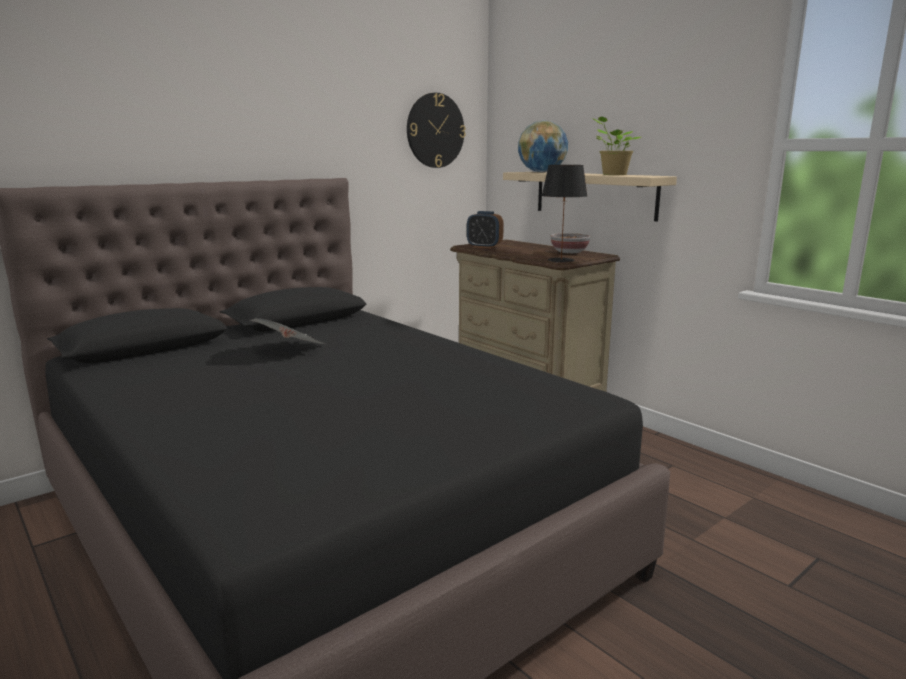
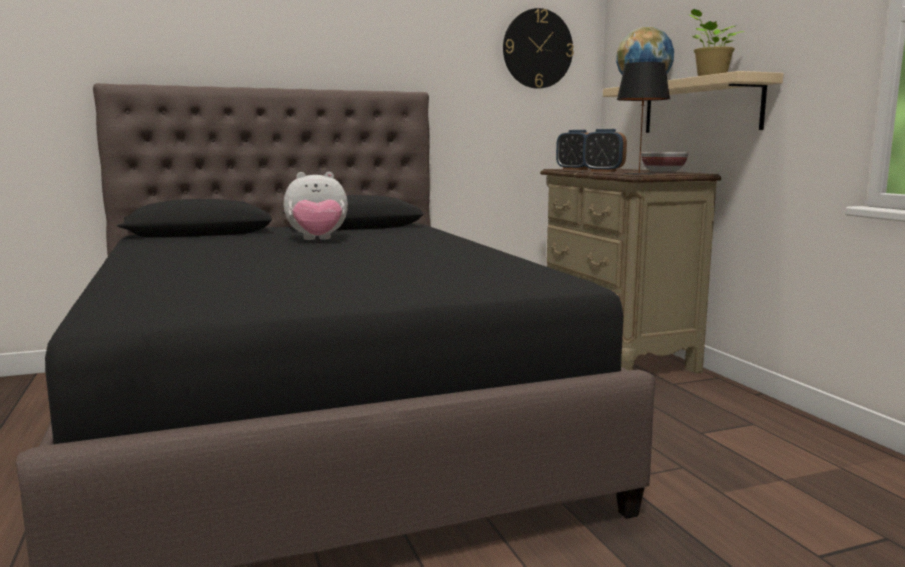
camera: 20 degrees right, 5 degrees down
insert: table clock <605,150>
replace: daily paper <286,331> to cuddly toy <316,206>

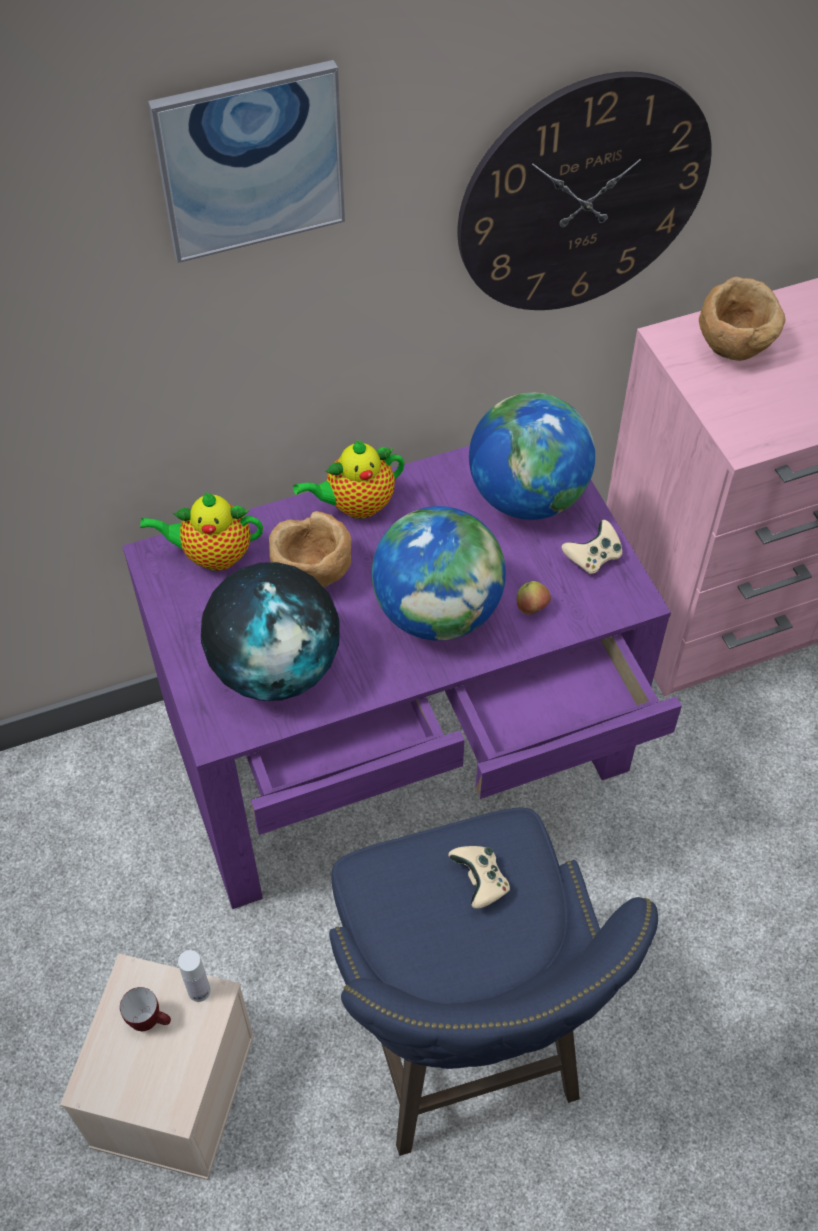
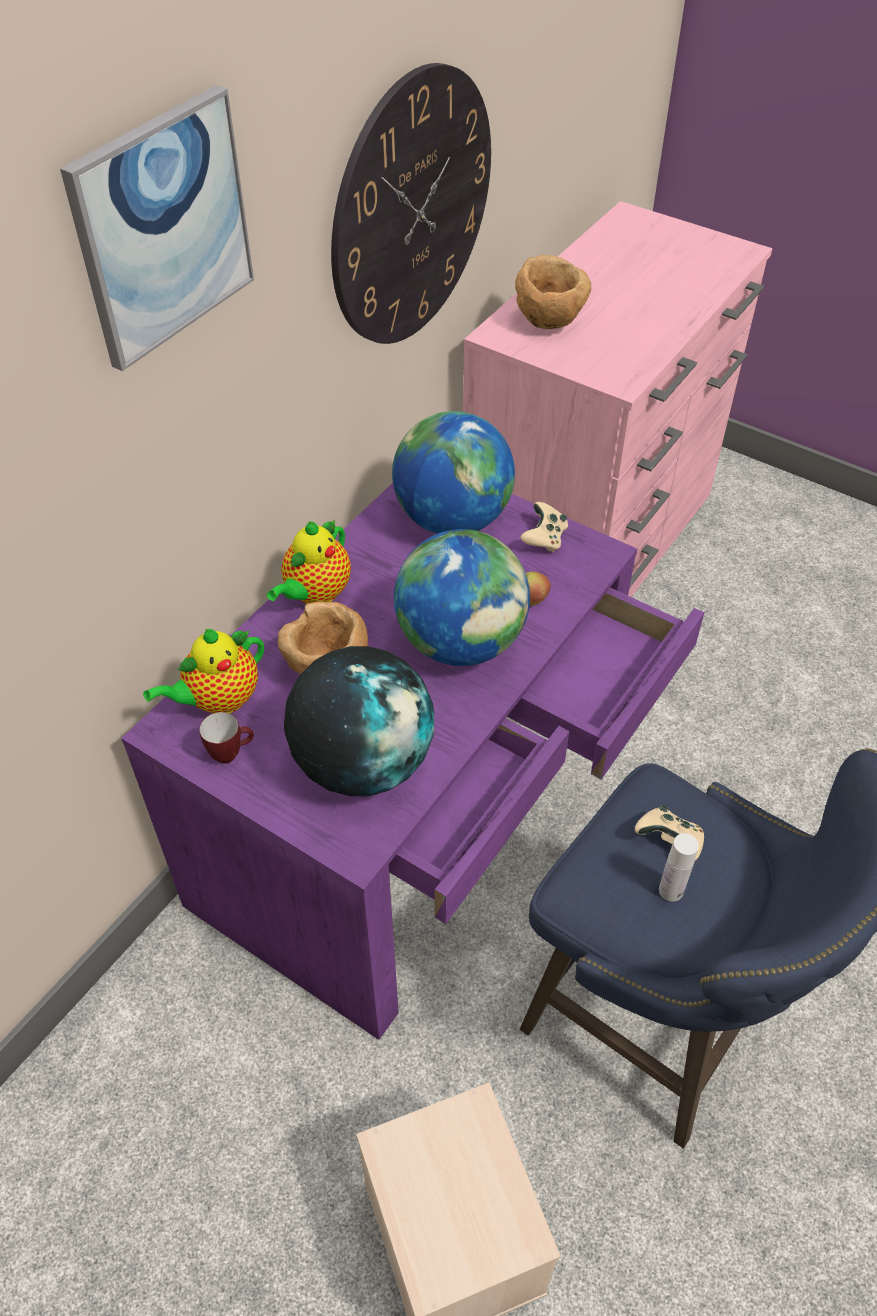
camera: 35 degrees left, 5 degrees down
move: coffee mug <145,1009> to <226,738>; white drink bottle <194,976> to <679,867>

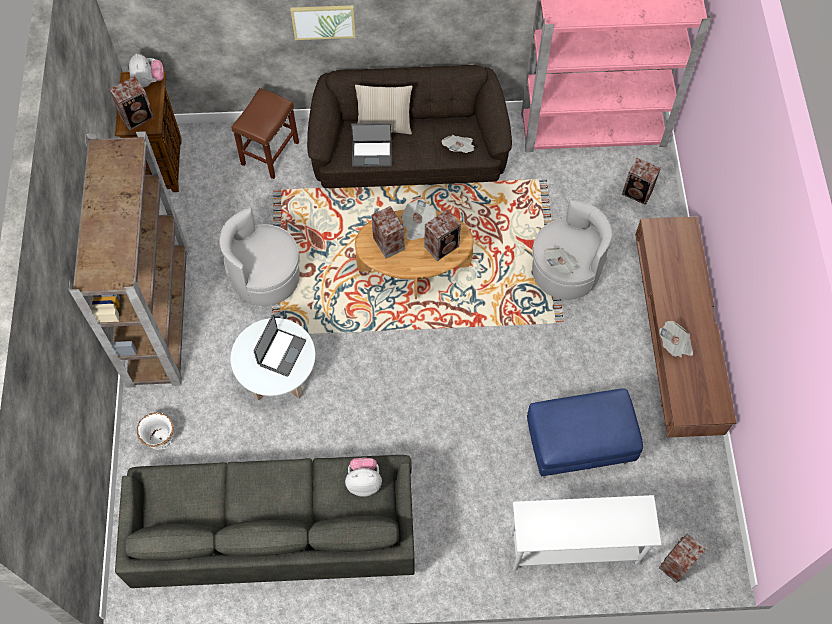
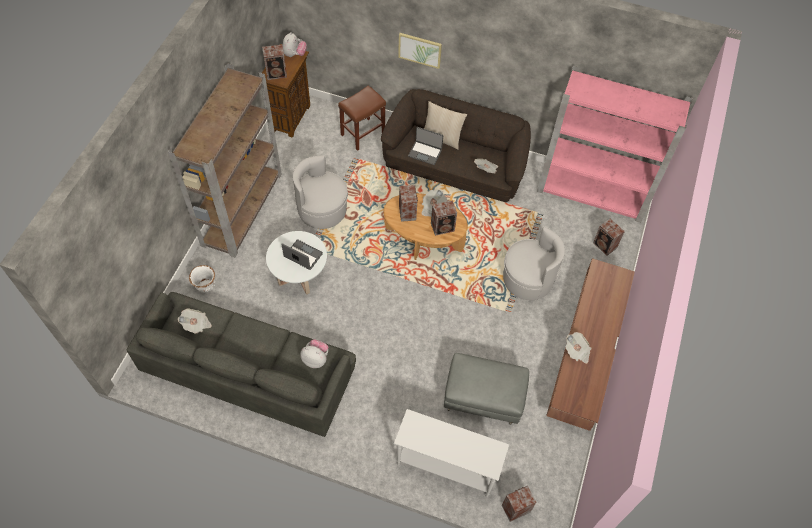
camera: 20 degrees right, 5 degrees down
move: daily paper <562,260> to <195,321>
recolor: blue-coloured ottoman <585,433> to grey ottoman <486,389>
rotate: laptop <280,345> = <302,254> 105 degrees counterclockwise

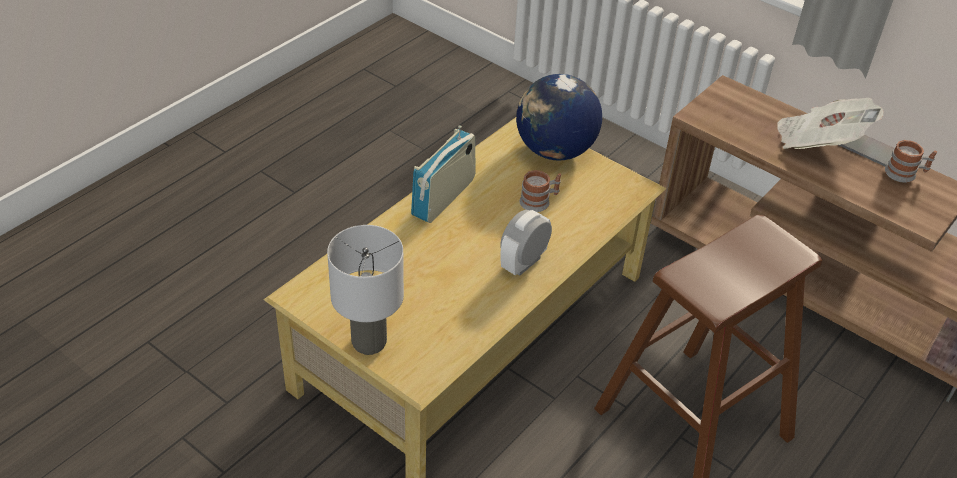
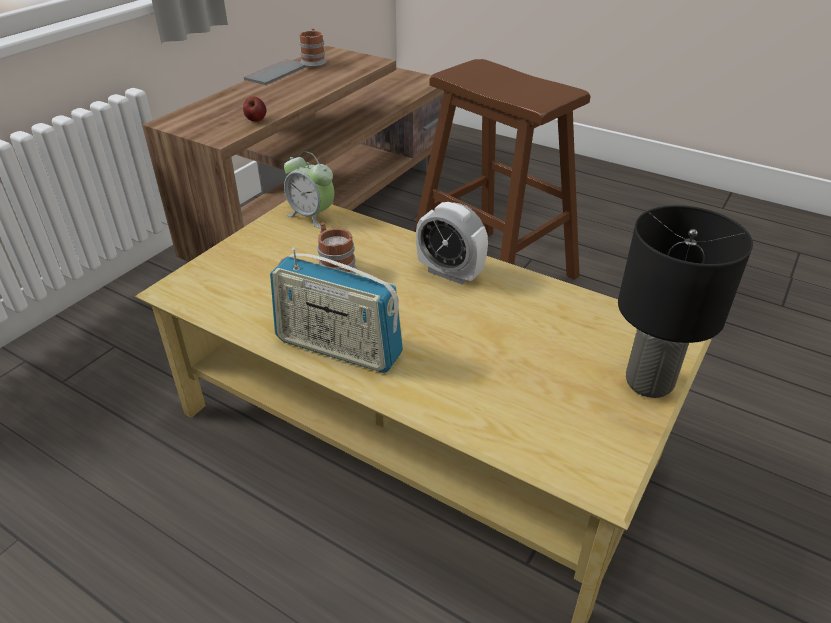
camera: 95 degrees left, 5 degrees down
delete: world globe <559,117>; daily paper <830,123>
insert: apple <254,109>; table clock <309,189>
recolor: white lamp for a table <365,290> to blackish lamp for a table <685,301>

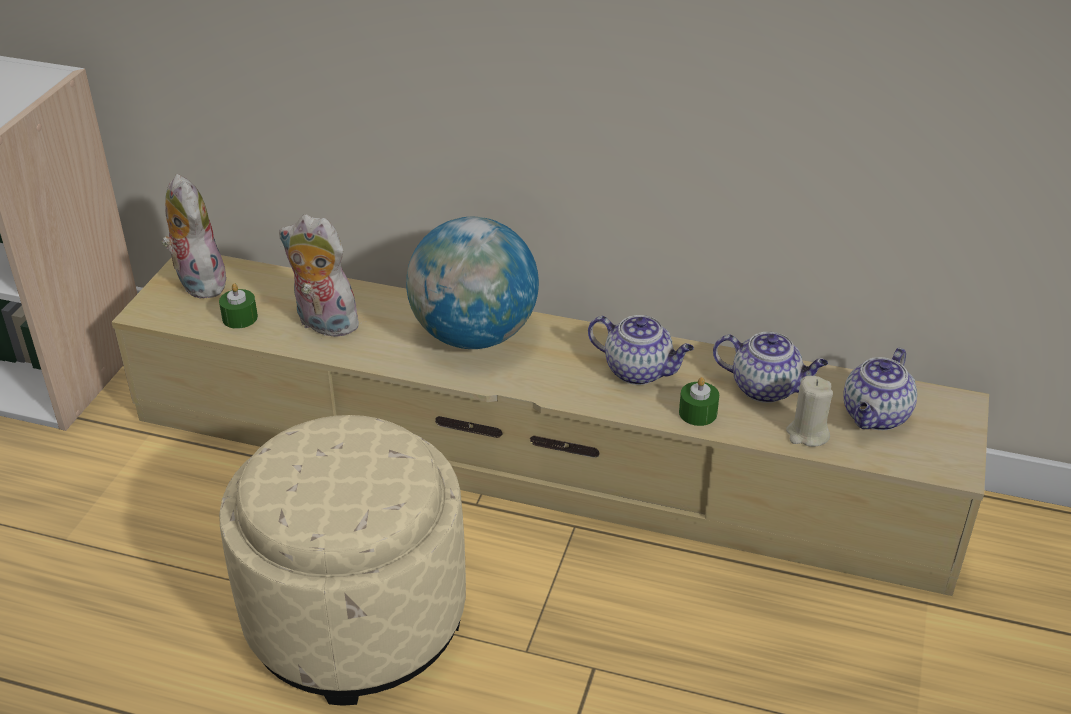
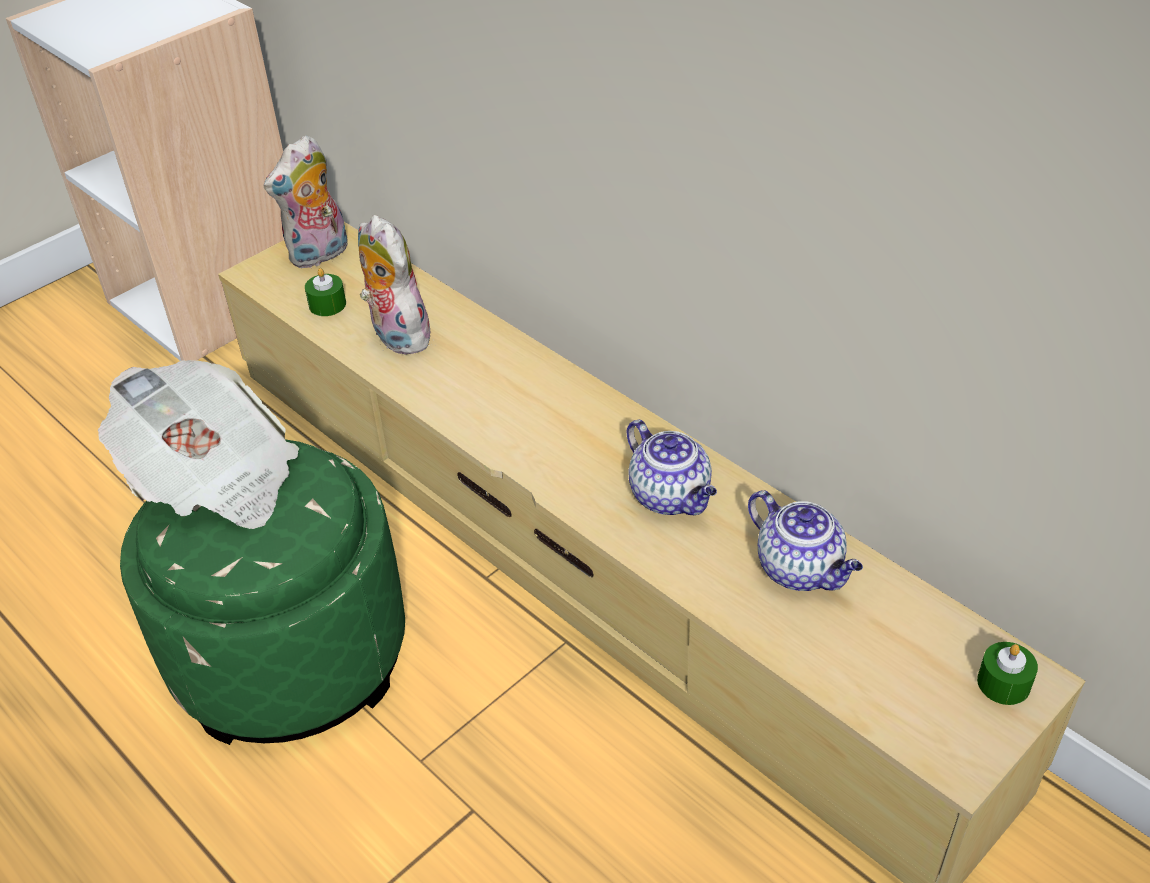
camera: 30 degrees right, 5 degrees up
delete: world globe <472,283>; beige-coloured candle <809,411>; tea pot <880,389>
insert: daily paper <198,444>
move: green candle <699,401> to <1007,673>
recolor: beige-coloured ottoman <342,560> to green ottoman <262,592>
rotate: cuddly toy <194,236> = <306,202> 135 degrees counterclockwise

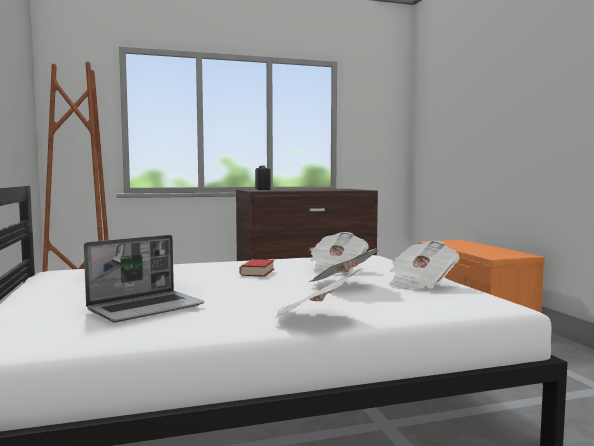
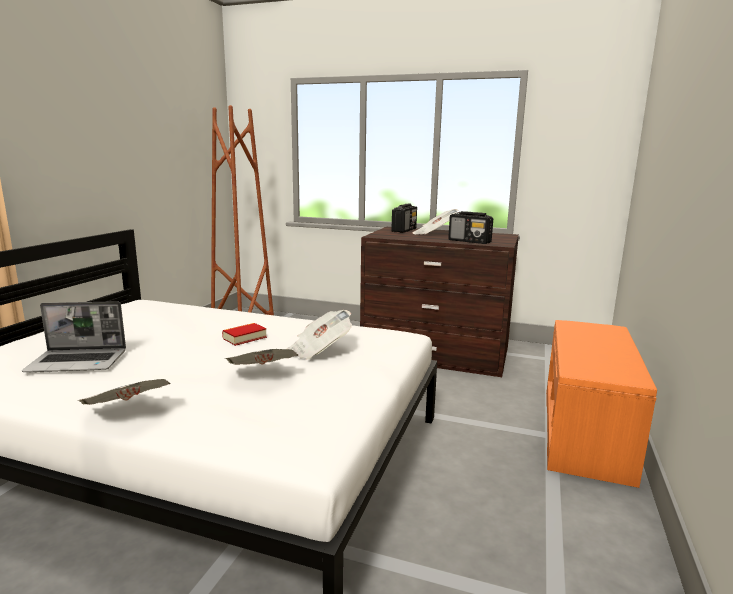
camera: 35 degrees right, 10 degrees up
insert: radio receiver <470,227>
move: daily paper <425,265> to <436,222>

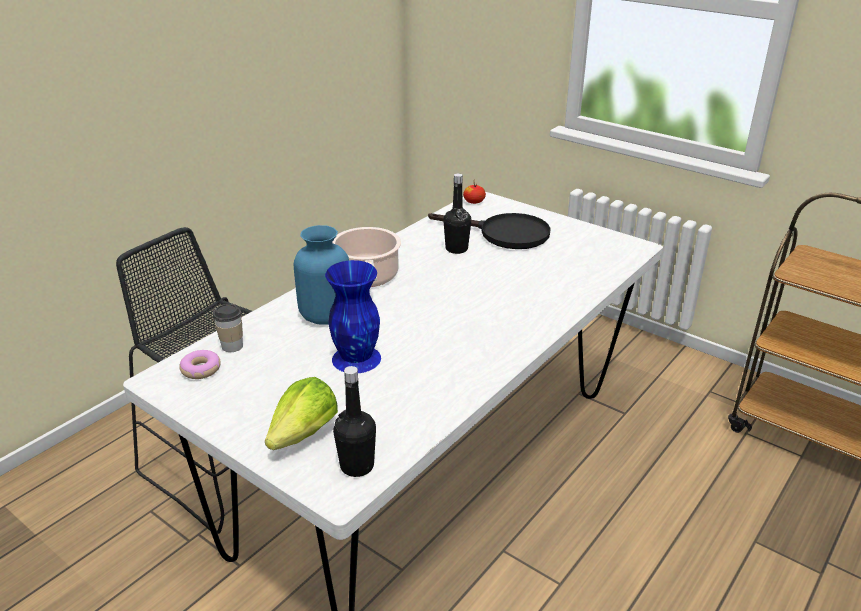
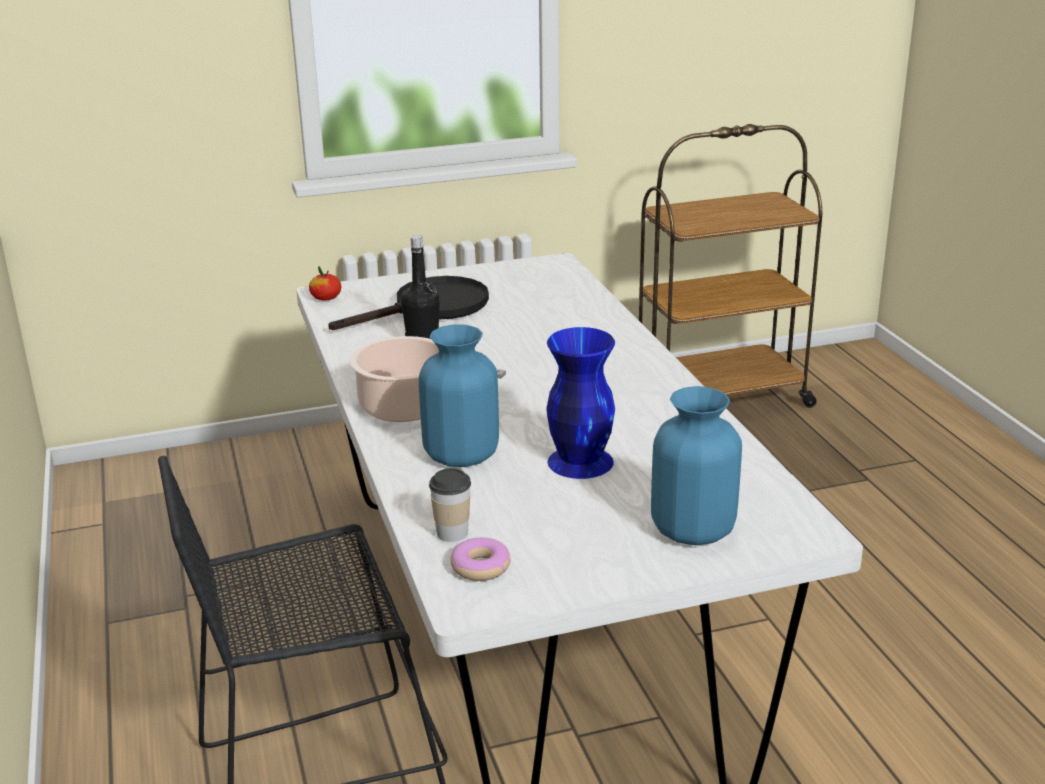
camera: 55 degrees left, 5 degrees down
delete: blackish drink bottle <354,421>
replace: lettuce <301,413> to blue-coloured vase <696,465>

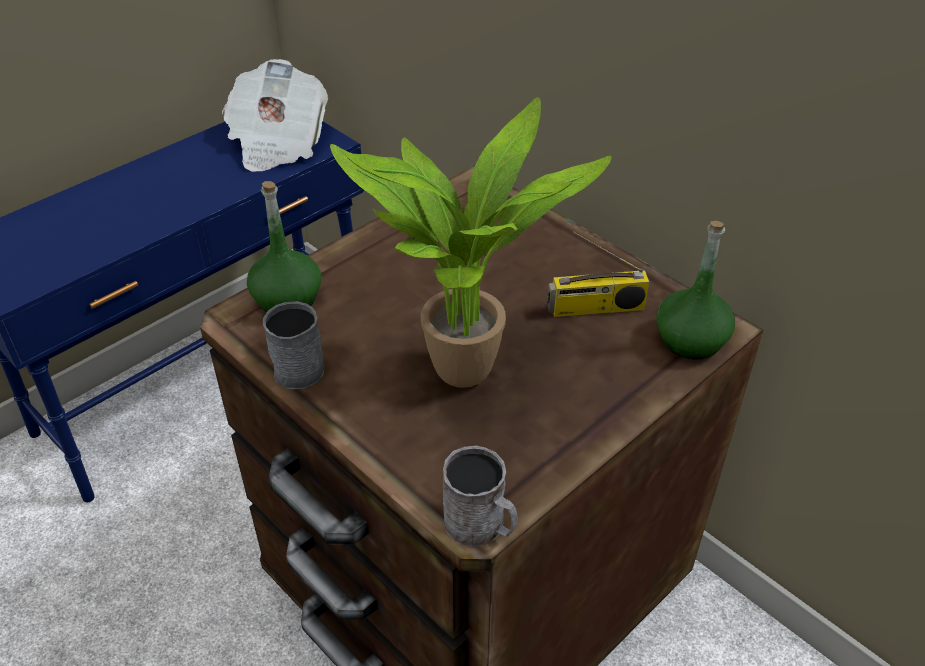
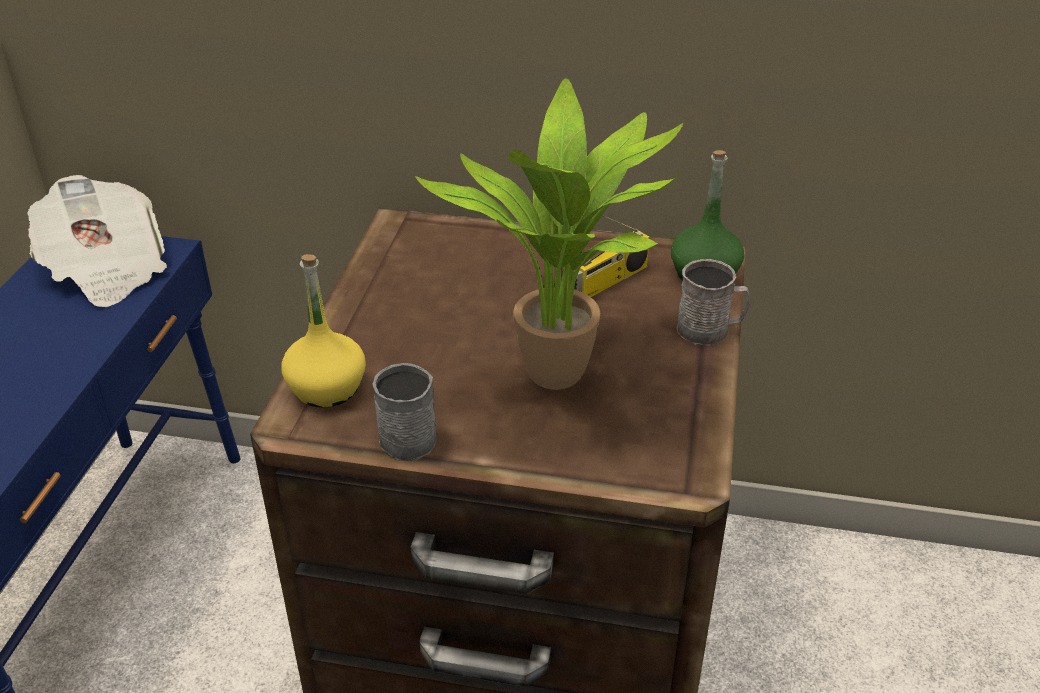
camera: 35 degrees left, 5 degrees down
move: grey coffee mug <480,496> to <713,302>
recolor: green drink bottle <284,246> to yellow drink bottle <323,331>

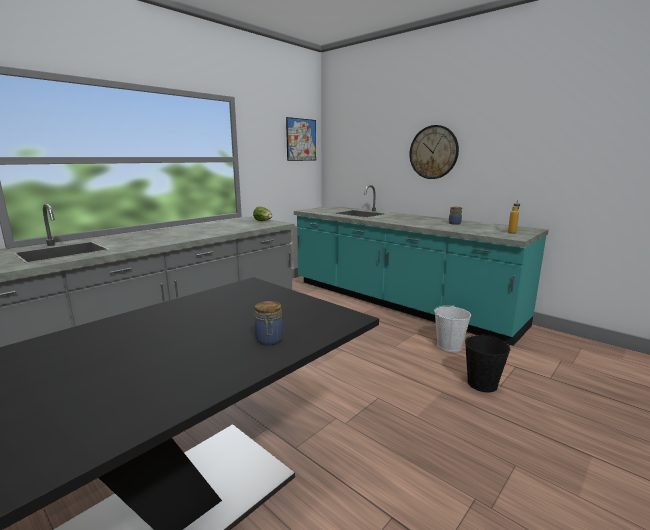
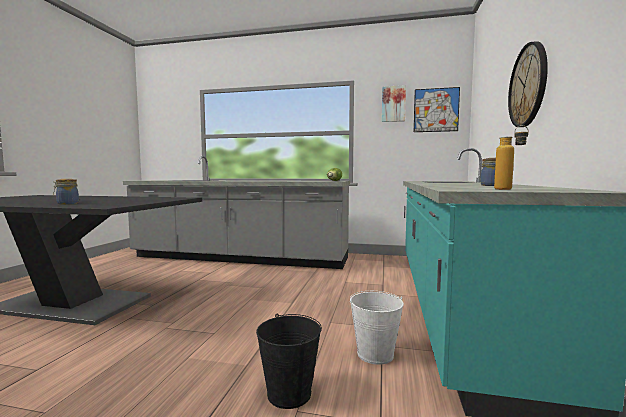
camera: 60 degrees right, 10 degrees down
insert: picture <394,103>

